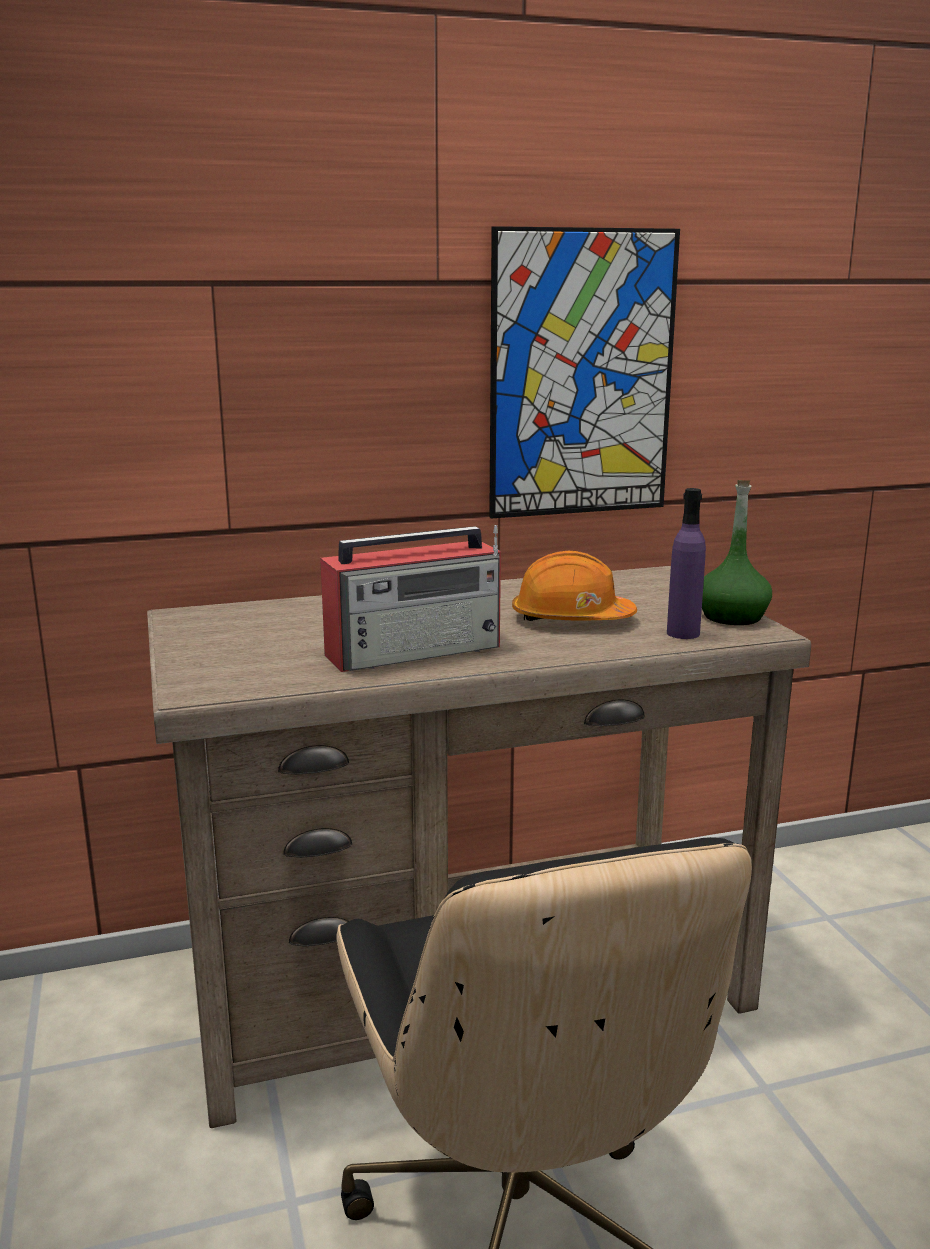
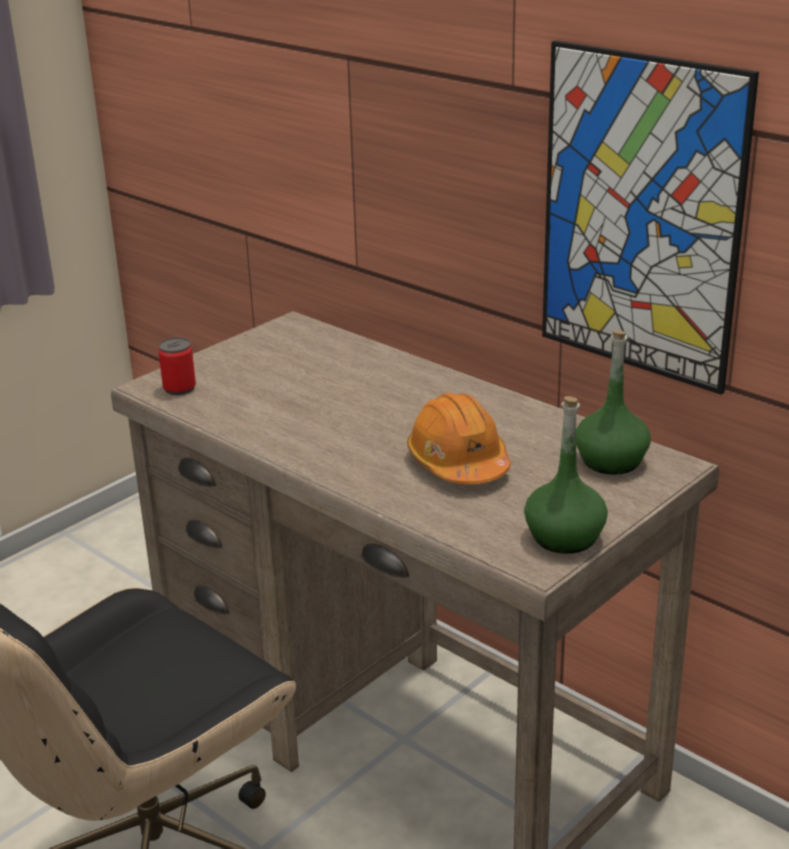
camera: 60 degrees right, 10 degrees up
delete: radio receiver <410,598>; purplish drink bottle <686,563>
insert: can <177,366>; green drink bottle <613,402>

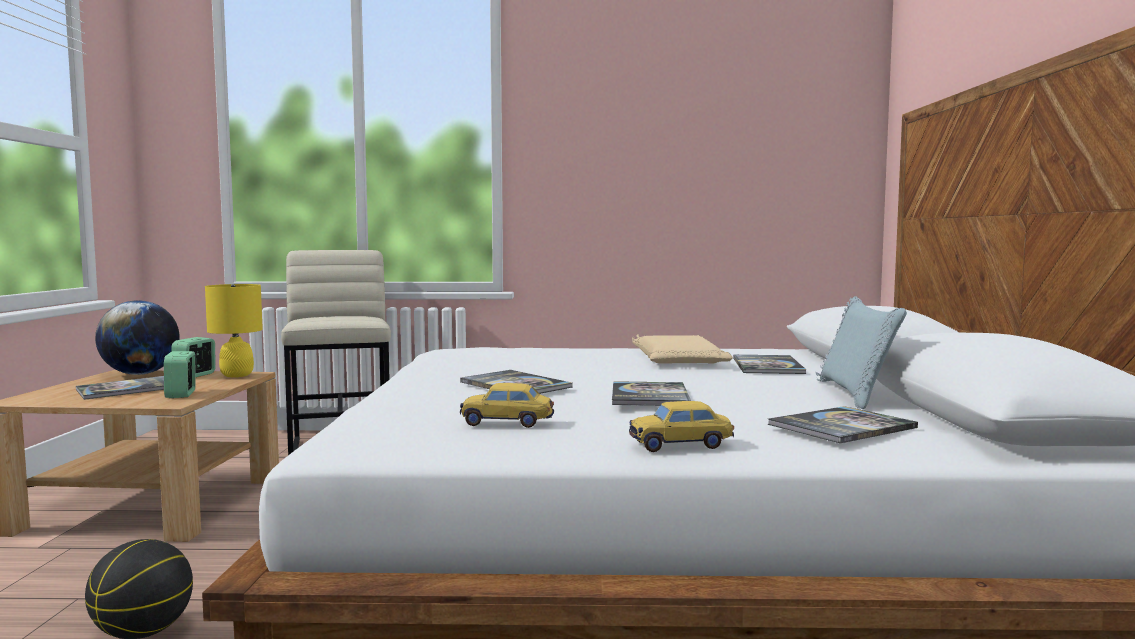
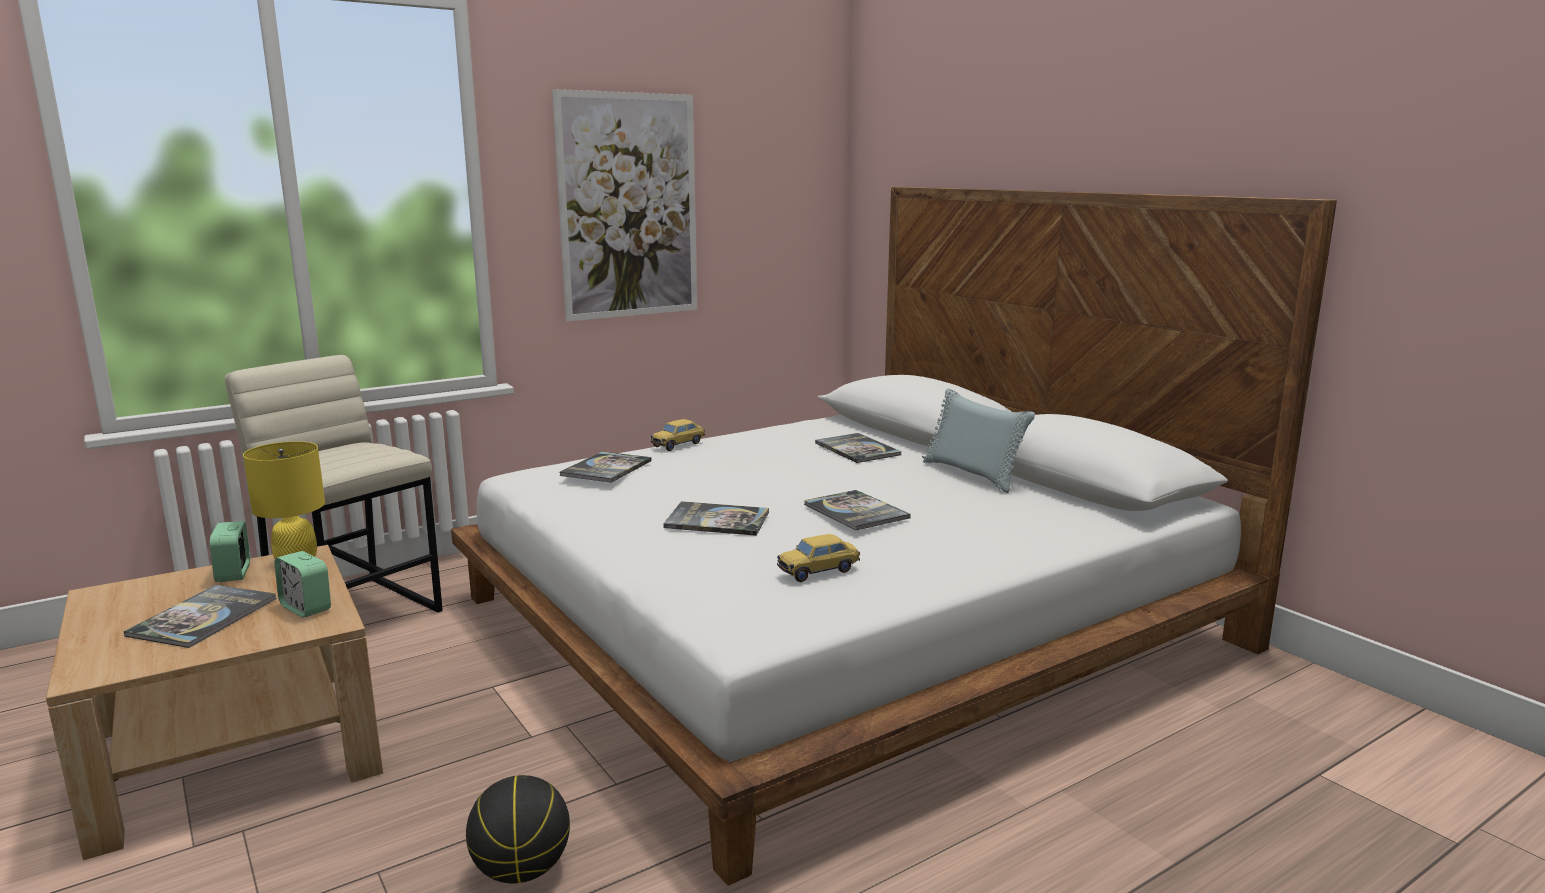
camera: 35 degrees left, 10 degrees up
delete: world globe <137,337>; beige-coloured pillow <682,349>
insert: picture <624,205>
move: bound book <843,424> to <605,467>; miniature car <681,426> to <678,435>

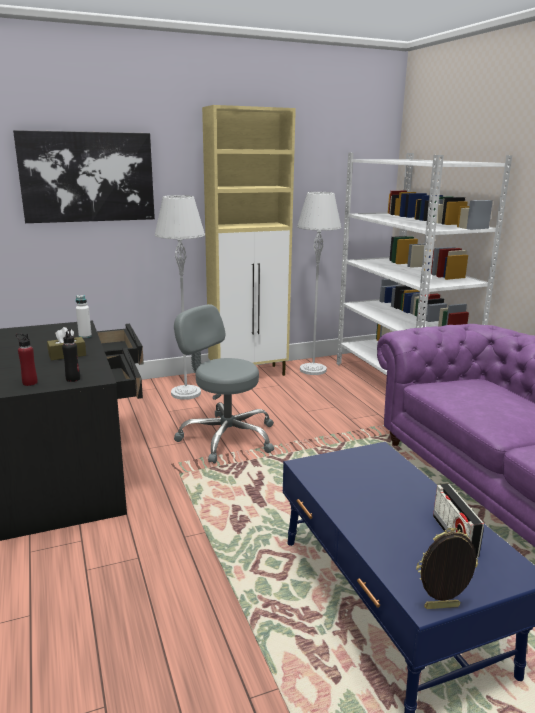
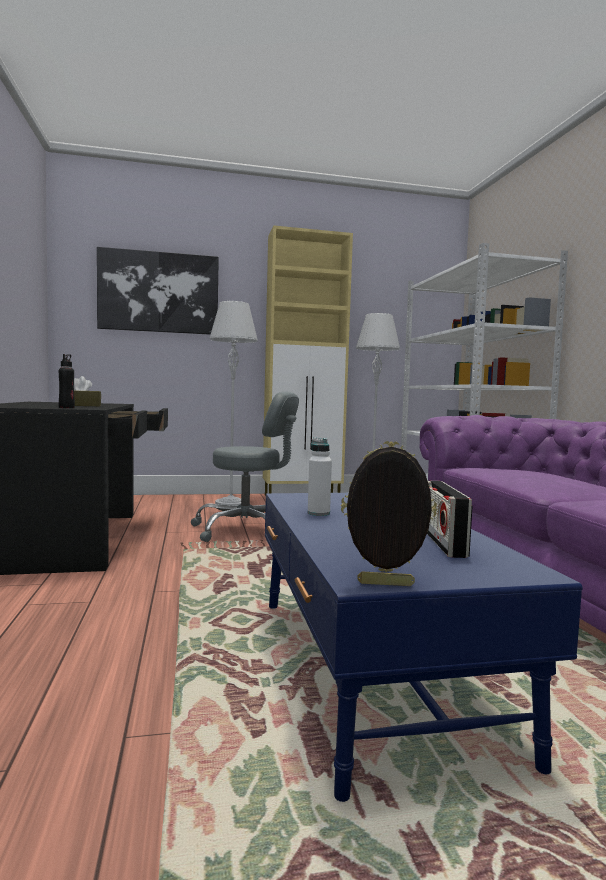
camera: 10 degrees right, 15 degrees down
delete: red drink bottle <27,359>
move: white drink bottle <84,316> to <320,476>
rotate: grey computer chair <224,383> = <245,466> 150 degrees clockwise

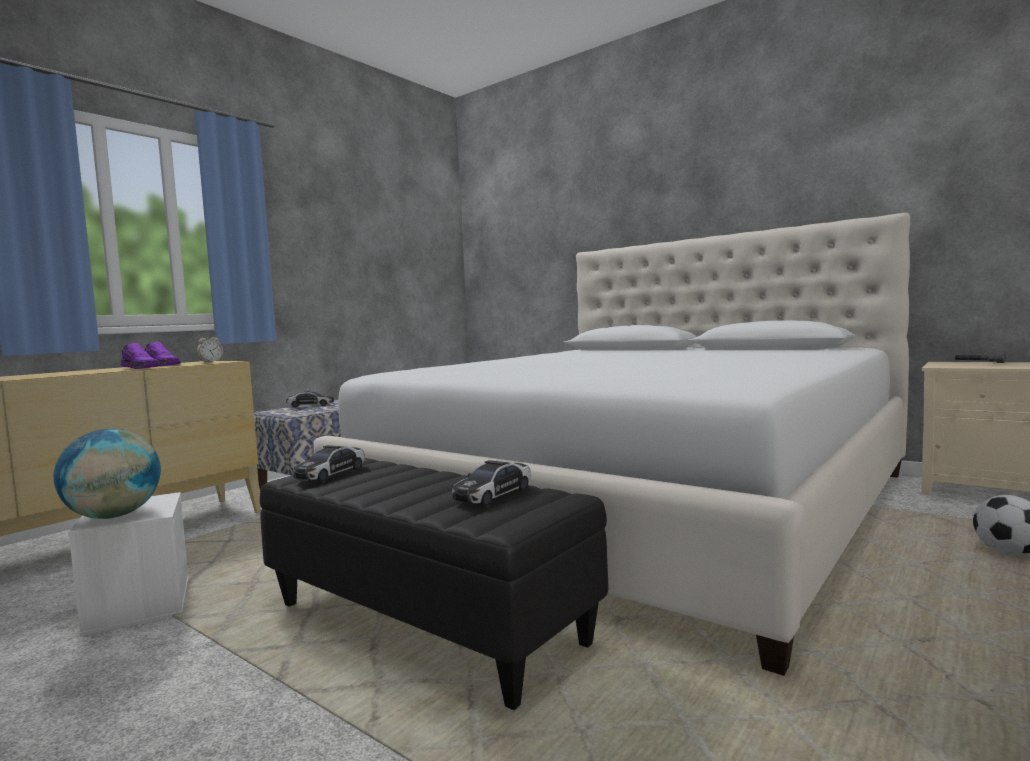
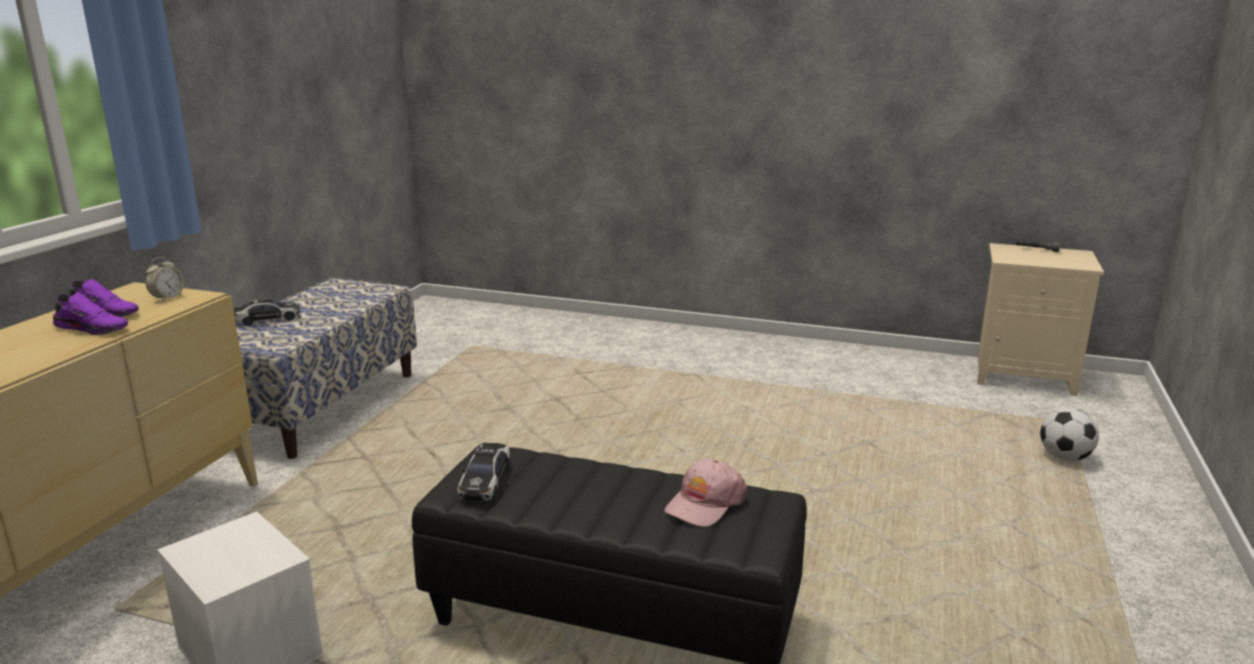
camera: 20 degrees left, 15 degrees up
delete: world globe <107,474>; white bedroom bed <612,444>
replace: miniature car <491,483> to pinkish peaked cap <705,493>

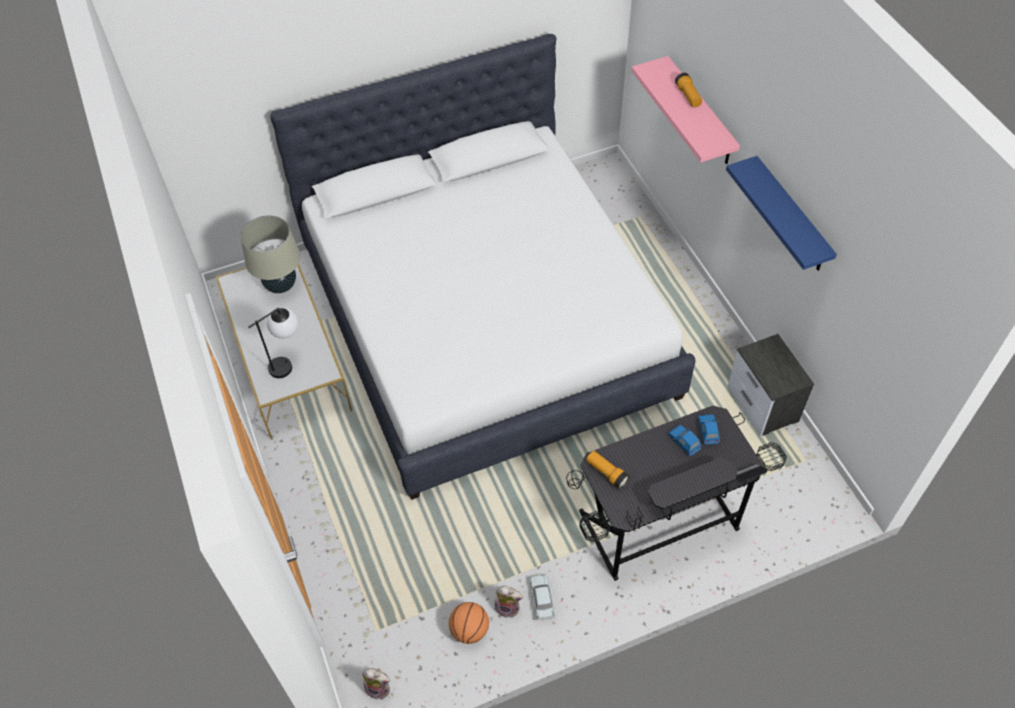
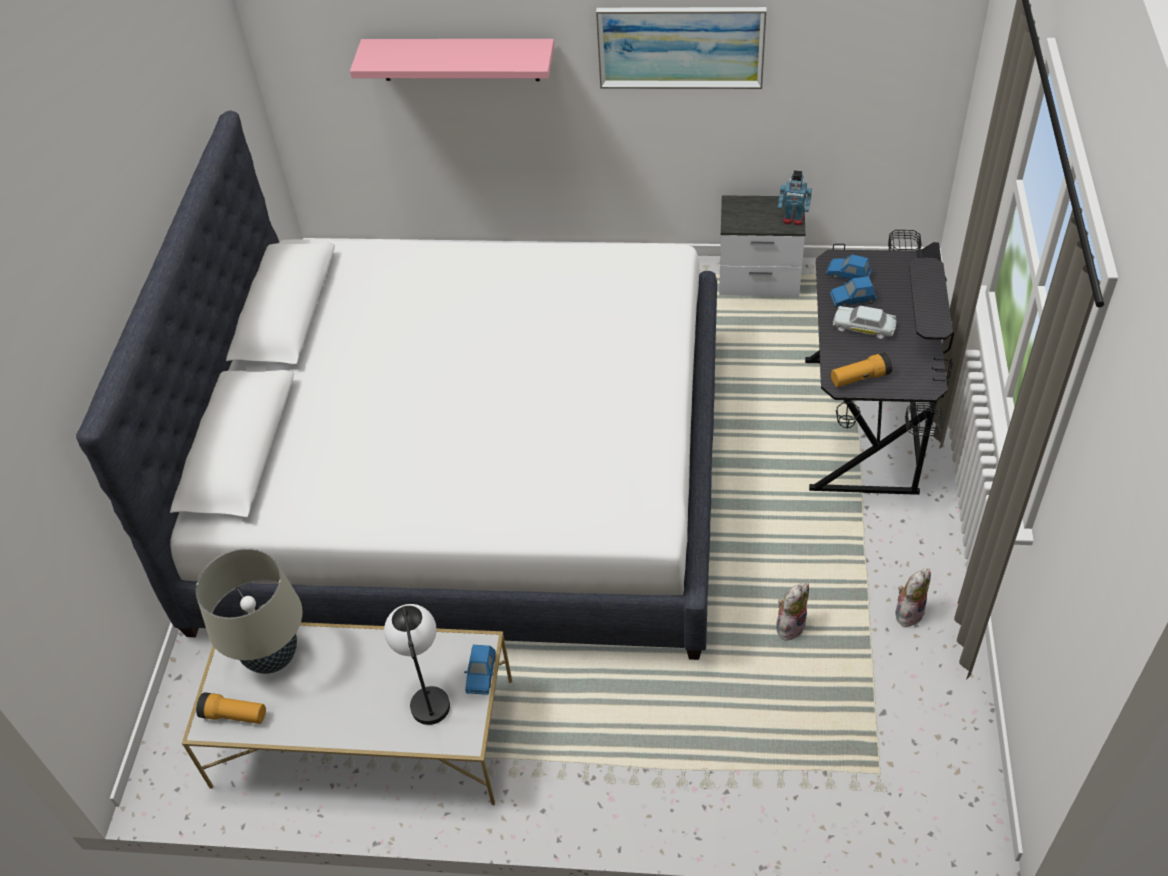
camera: 60 degrees left, 5 degrees down
delete: basketball ball <469,623>
insert: blue-coloured miniature car <480,670>; model robot <795,197>
move: flashlight <688,90> to <231,708>; cuddly toy <376,684> to <792,611>; white miniature car <542,597> to <864,323>
replace: blue-coloured wall shelf <781,213> to picture <681,48>

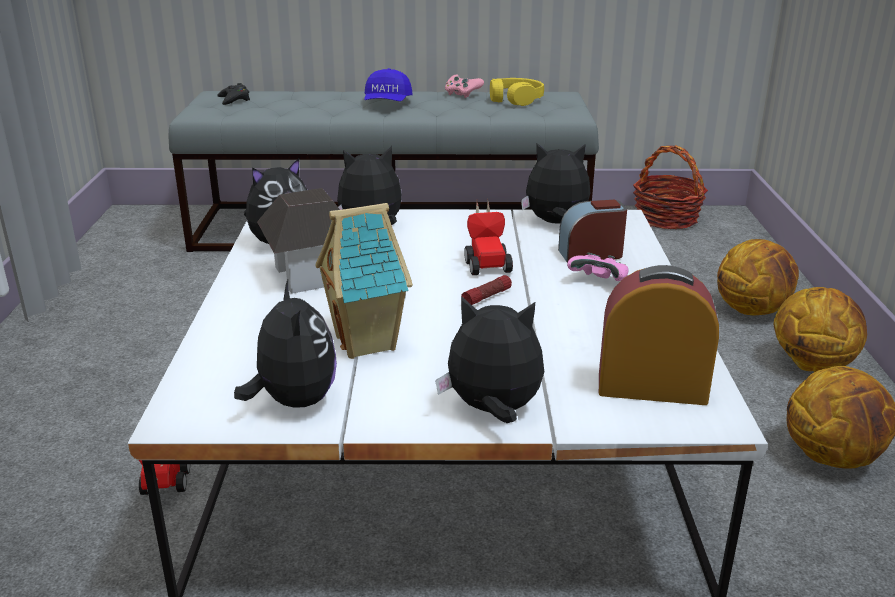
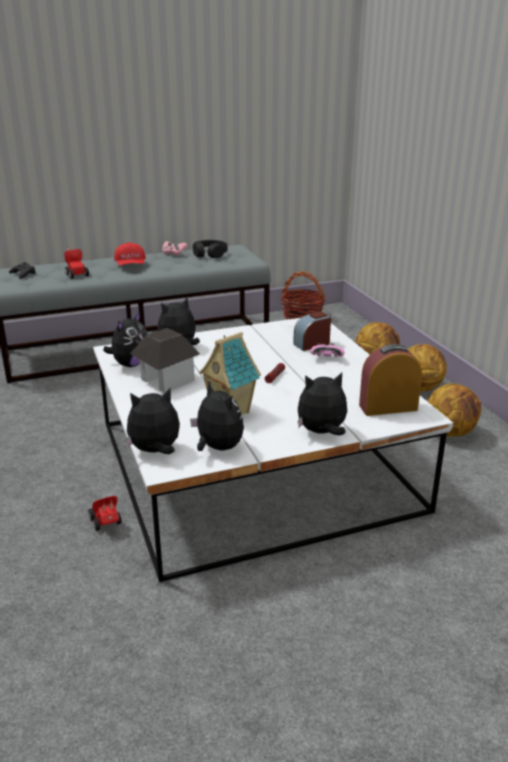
camera: 20 degrees left, 0 degrees up
move: miniature car <488,237> to <76,262>; cuddly toy <555,183> to <152,421>
recolor: blue-coloured peaked cap <388,84> to red peaked cap <130,254>; yellow headset <517,92> to blackish headset <210,249>

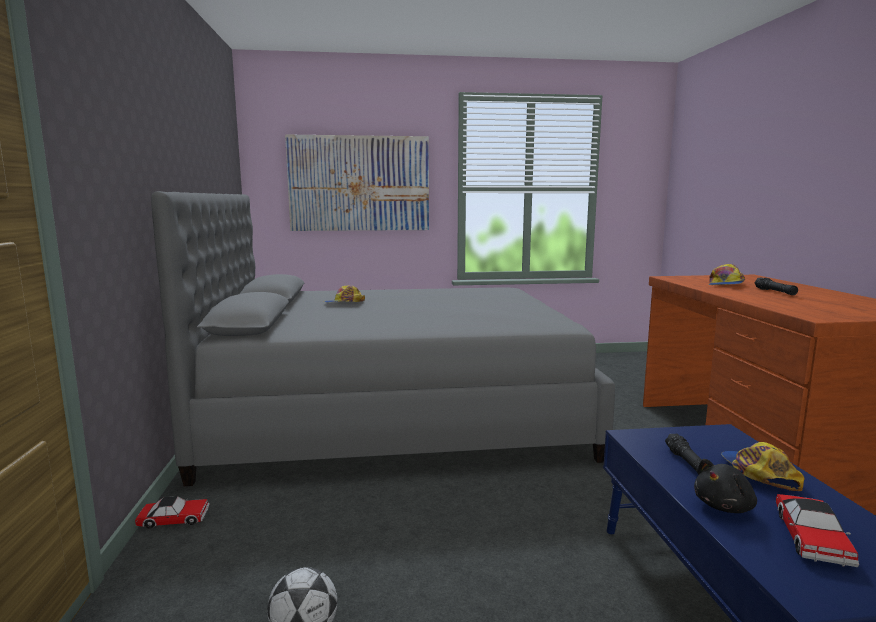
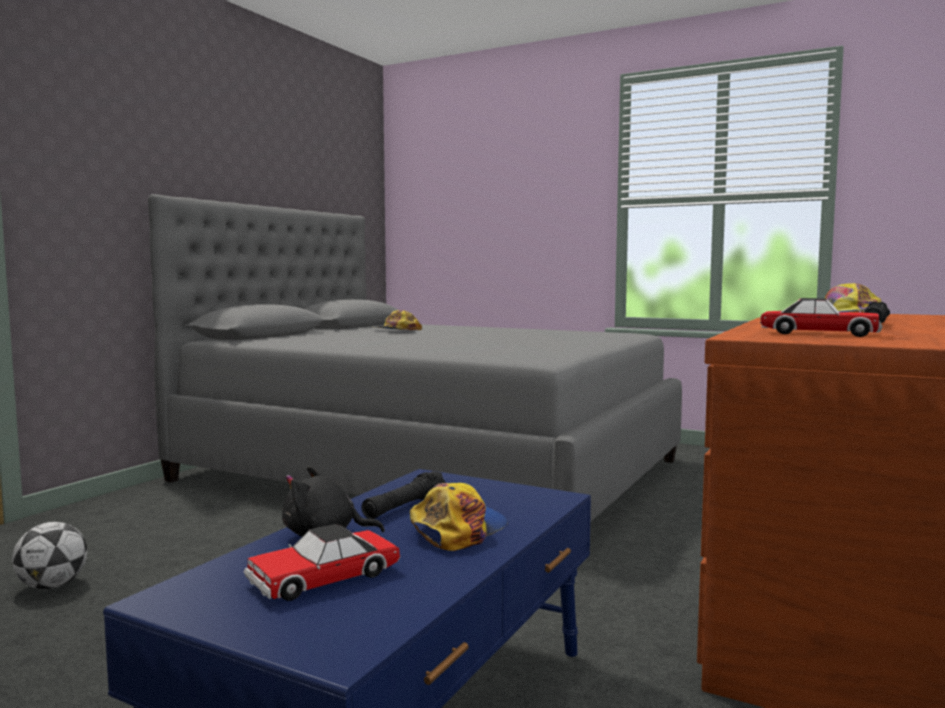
camera: 35 degrees right, 5 degrees down
delete: picture <357,182>
move: miniature car <172,512> to <821,317>

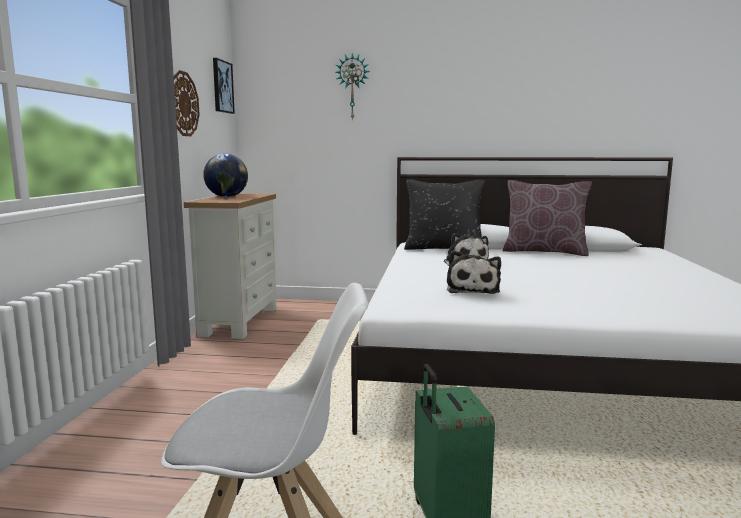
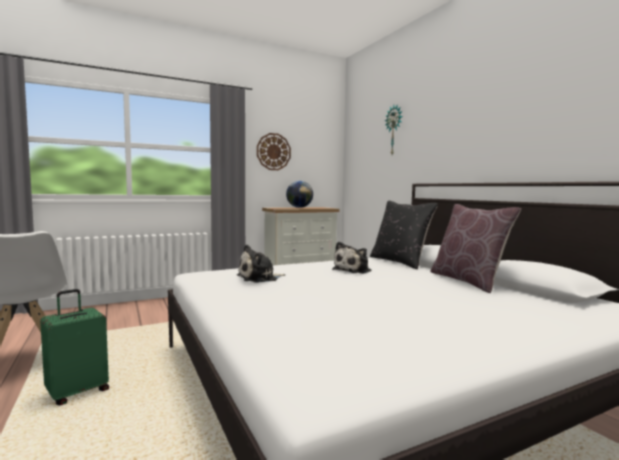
camera: 55 degrees right, 5 degrees down
delete: picture <224,86>

